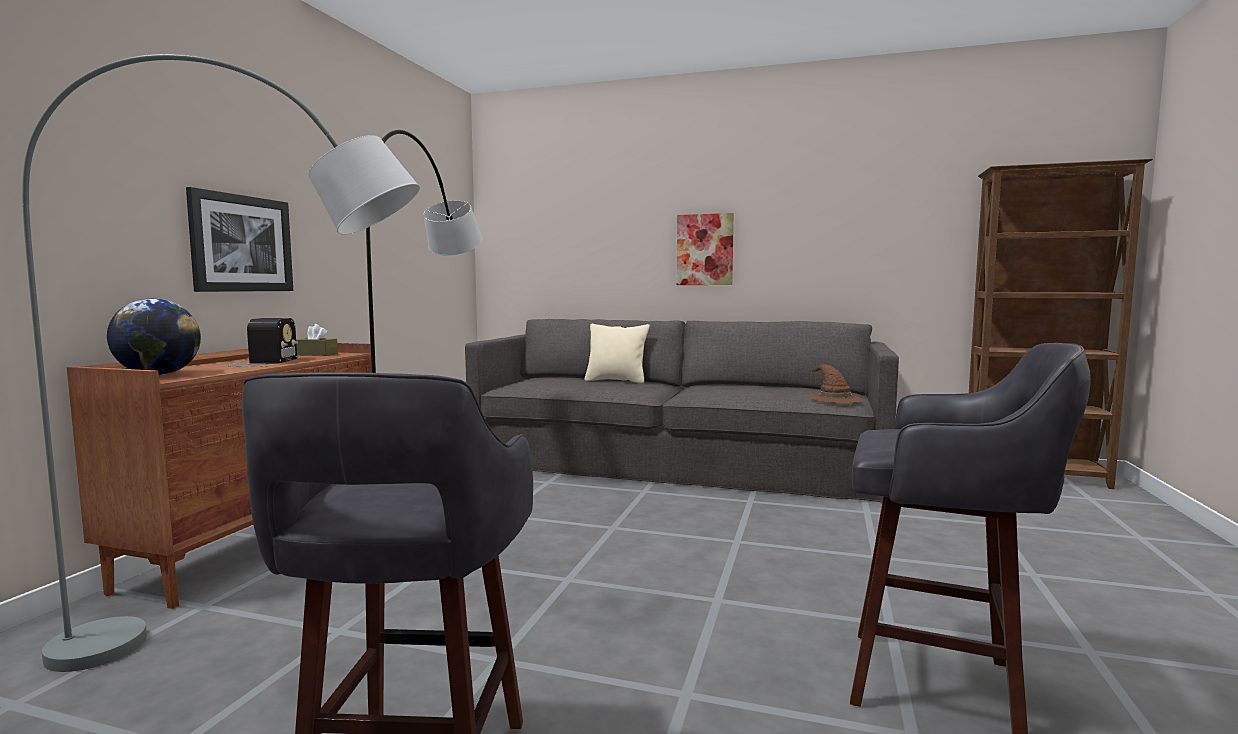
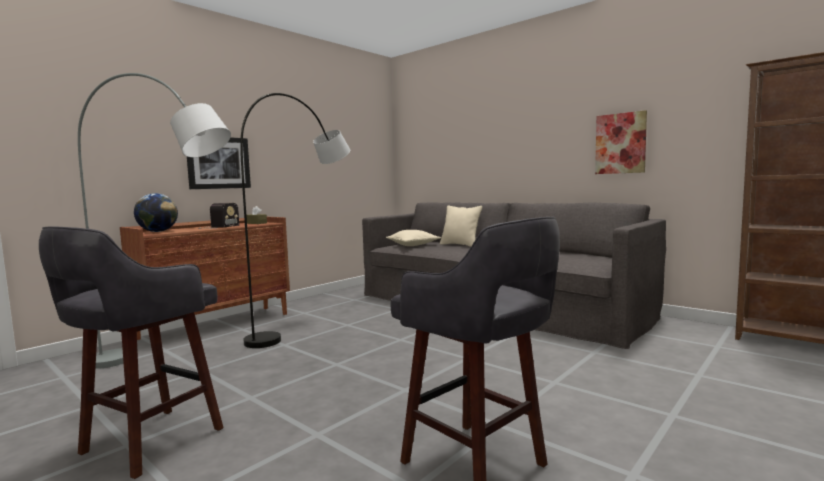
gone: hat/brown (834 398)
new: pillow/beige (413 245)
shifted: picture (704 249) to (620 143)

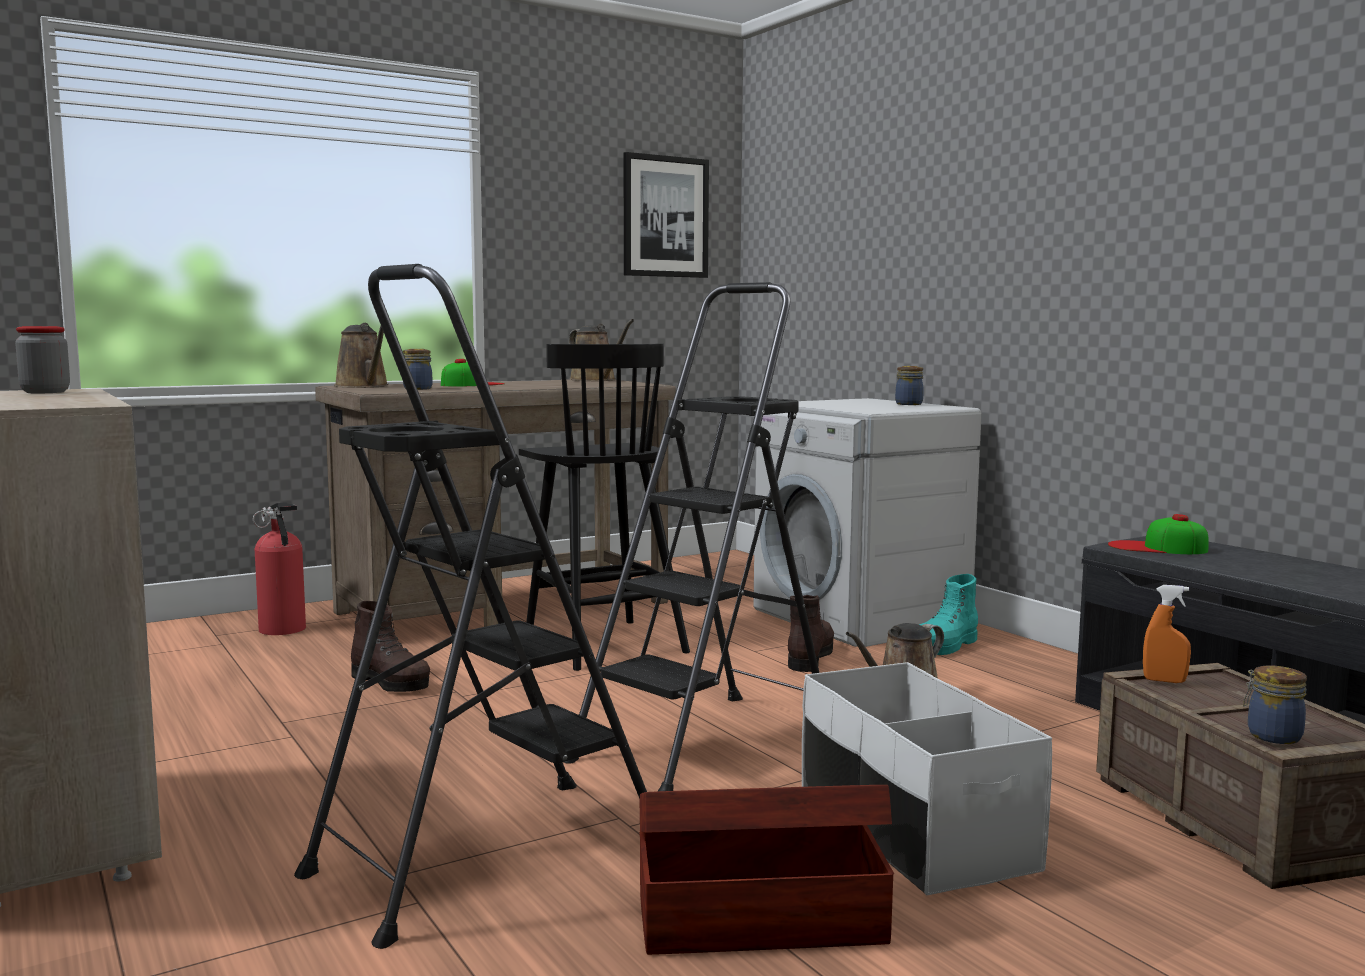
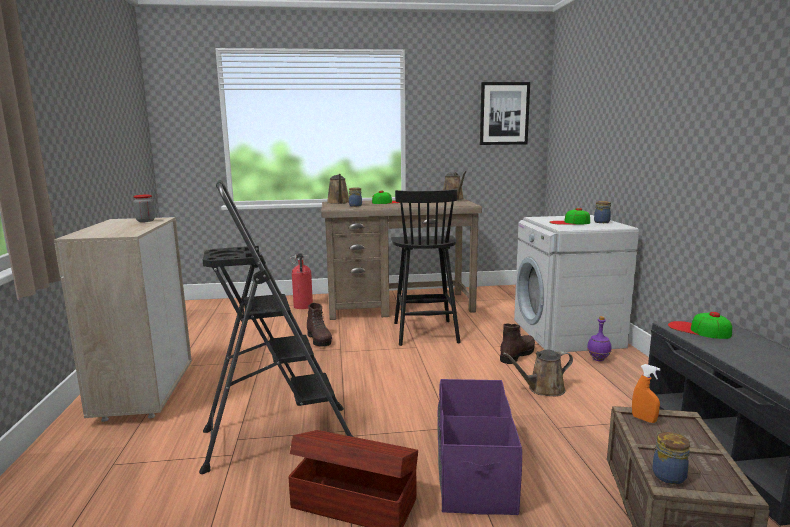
gone: step ladder (707 741)
new: cap (569 222)
swapped: boot/turquoise (945 647) to bottle/purple (598 359)
repainted: storage box/white (912 829) to storage box/purple (473 470)

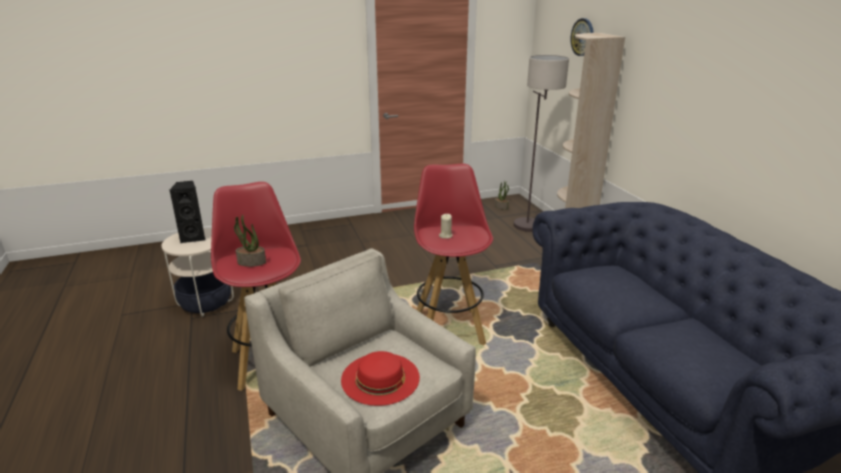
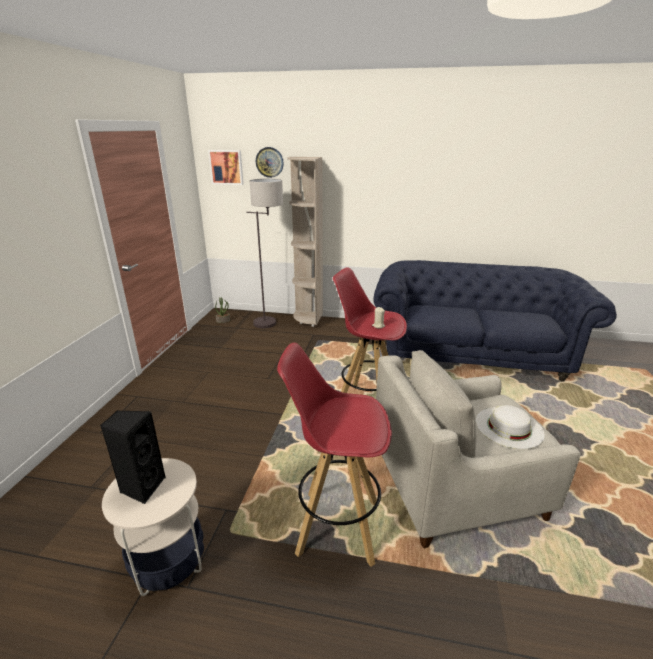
gone: potted plant (251 262)
new: picture (226 167)
repainted: hat/red (380 378) to hat/white (509 427)

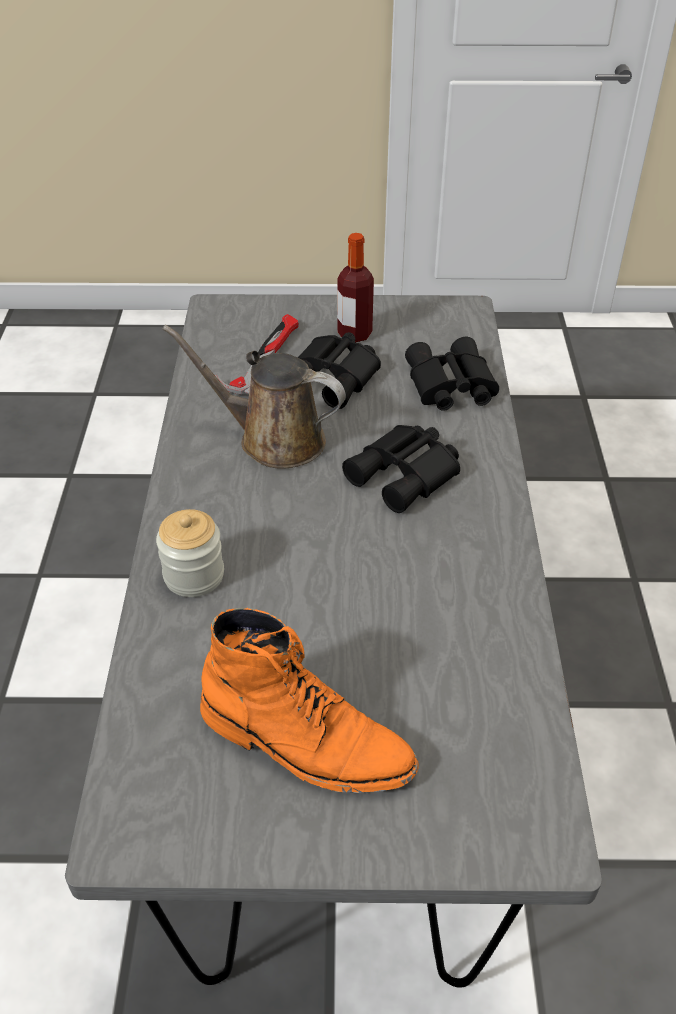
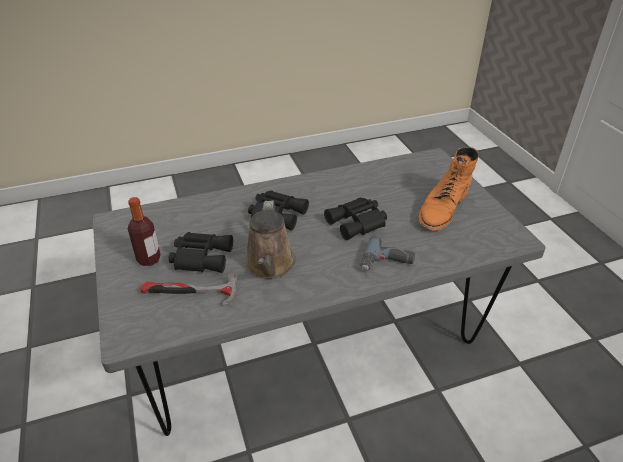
shifted: binoculars/black (449 386) to (358 223)
swapped: jar (194 575) to power drill (387 263)
rotated: boot/orange (306 742) = (443 208) 150 degrees counterclockwise

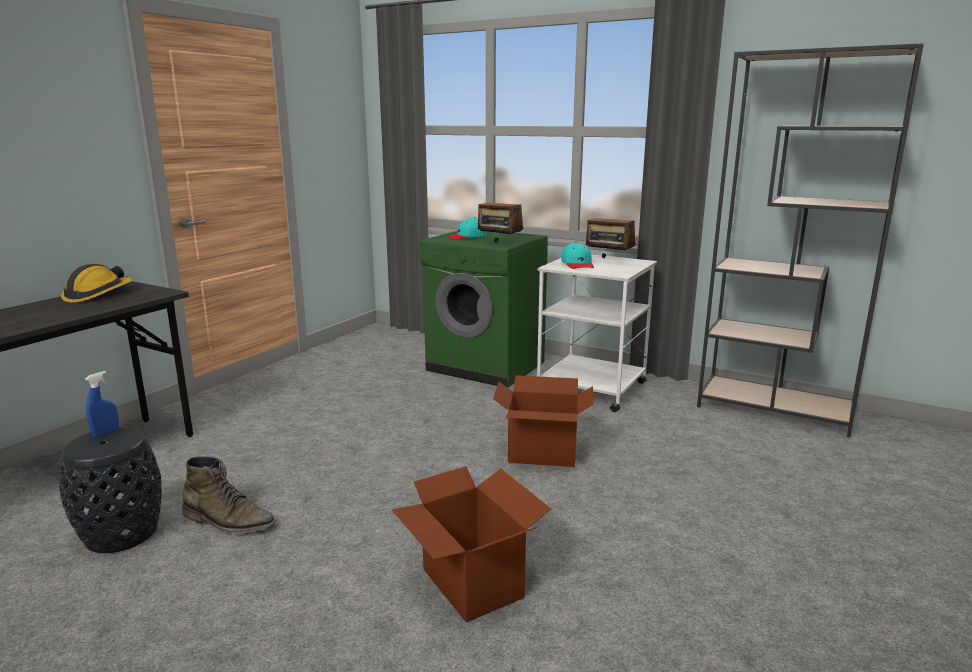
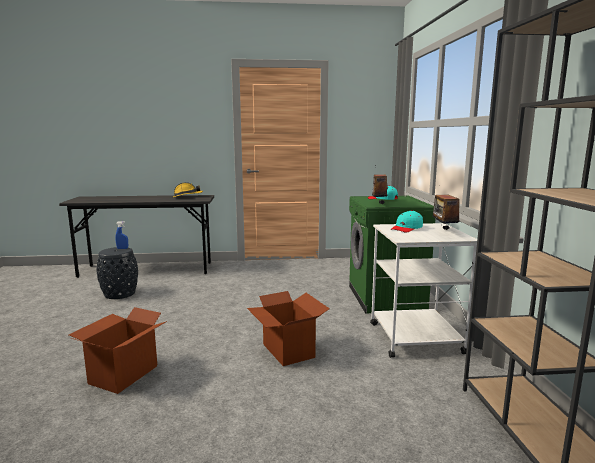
gone: boot/green (228 521)

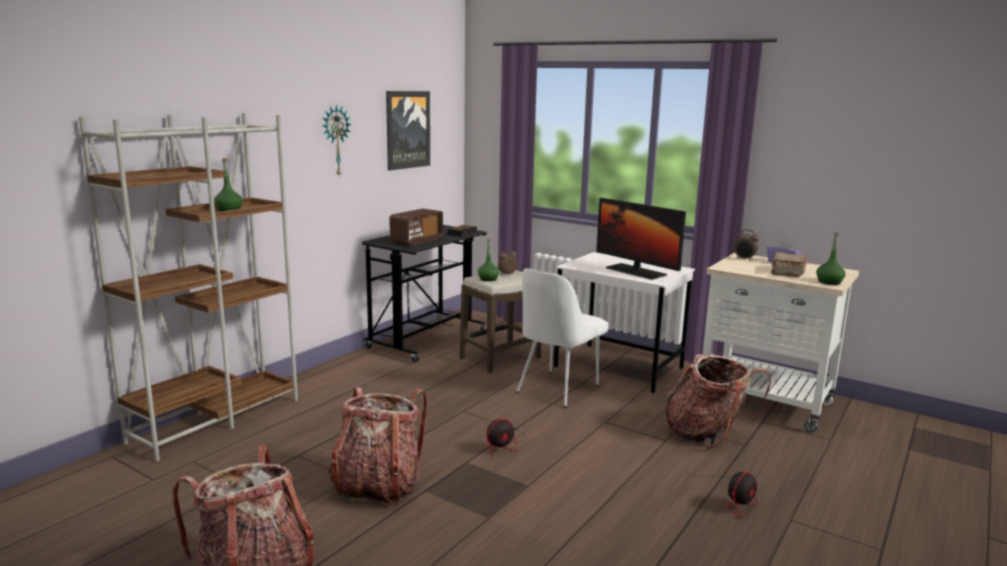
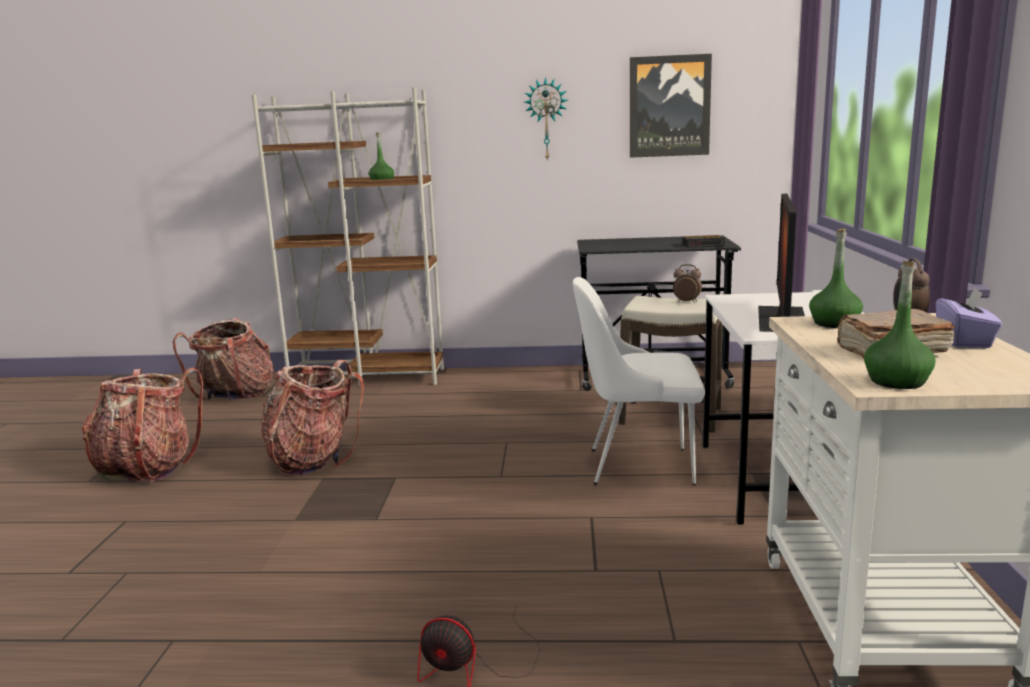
gone: radio (416 241); fan (503 444)
shifted: bottle/green (488 279) to (834 323); backpack (707 434) to (235 396)

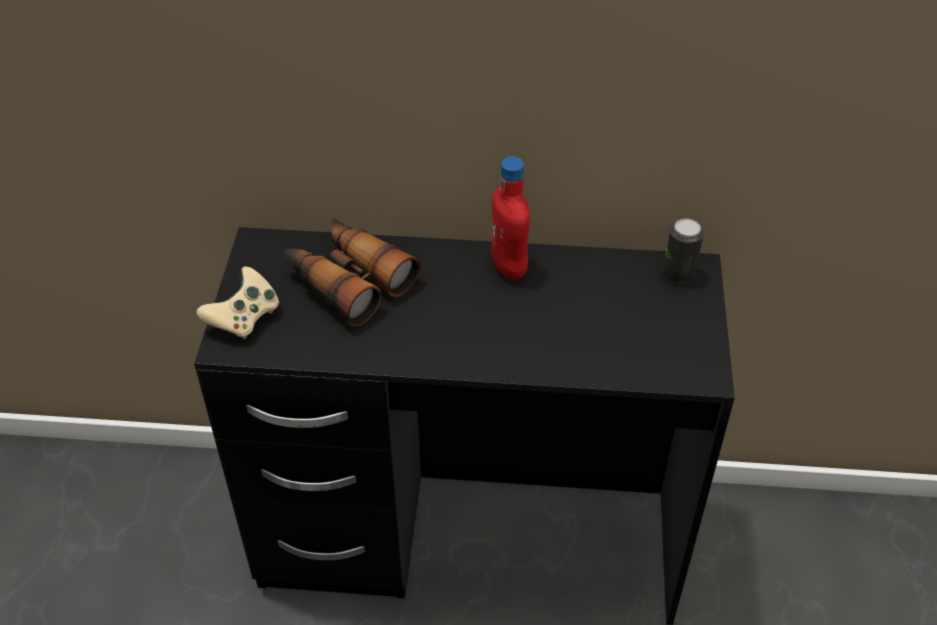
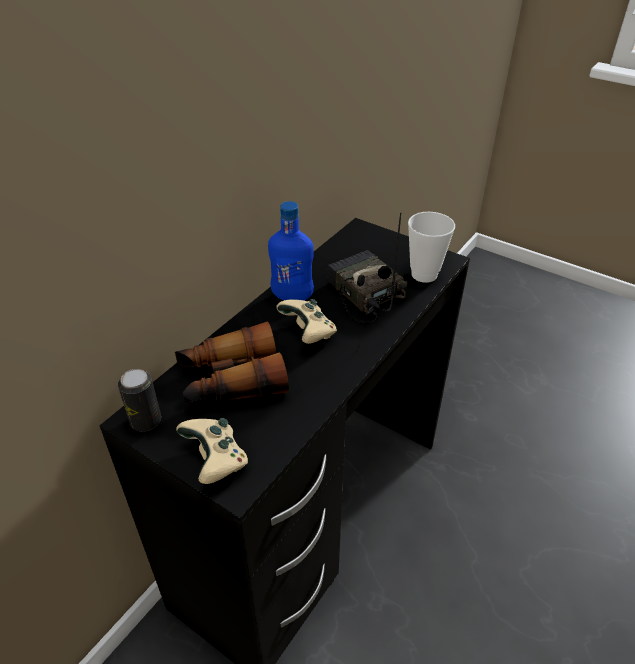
new: game controller/beige (308 333); radio (362 294); cup (424 274)
shifted: can (678 274) to (145 421)
repainted: bottle/red (509 267) to bottle/blue (292 296)

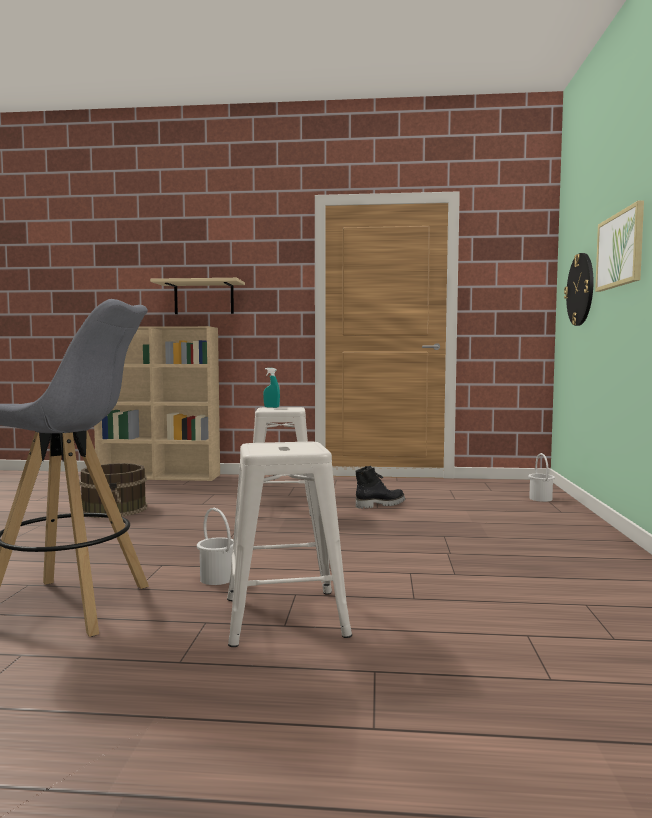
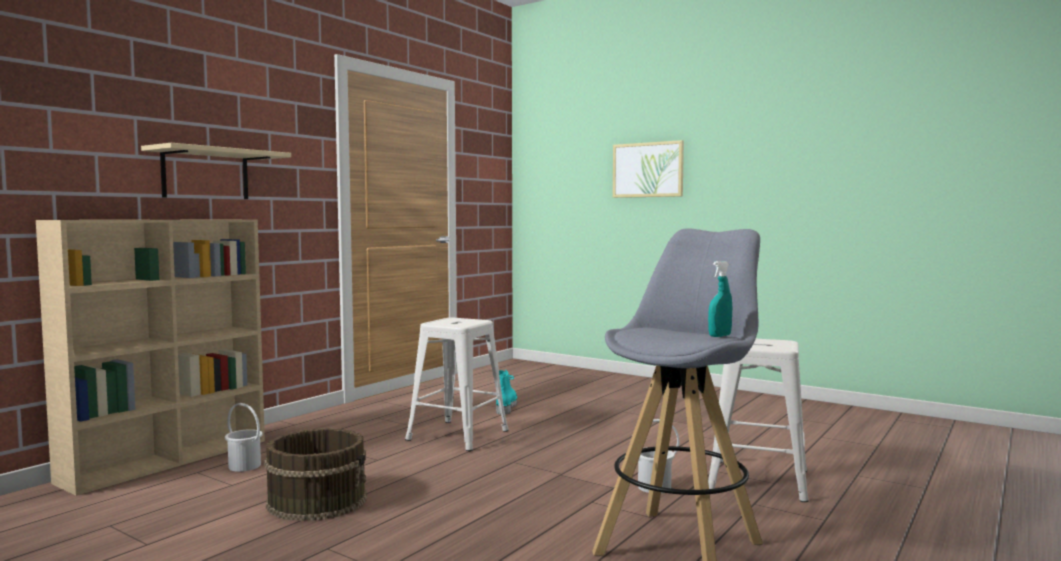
gone: wall clock (580 289)
shifted: spray bottle/turquoise (271 407) to (719 336); bucket/white (540 499) to (244 466)
repainted: boot/black (379 504) to boot/turquoise (505 407)

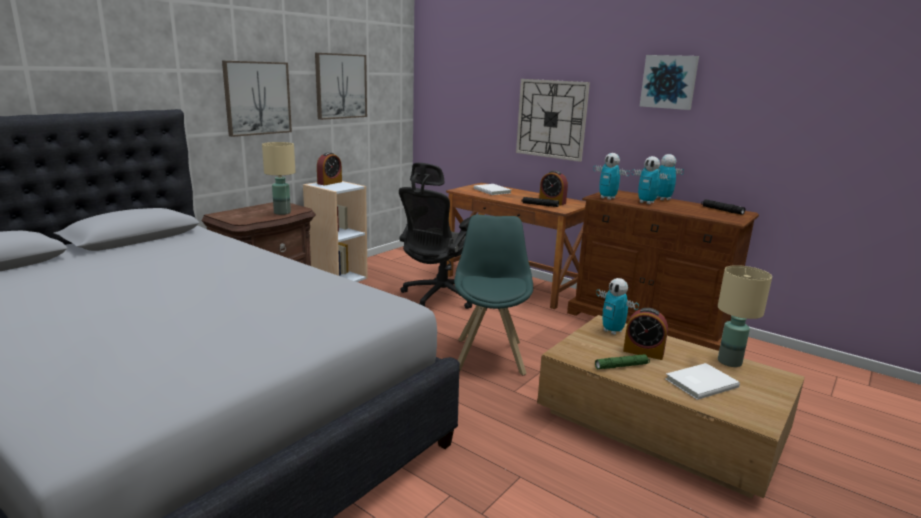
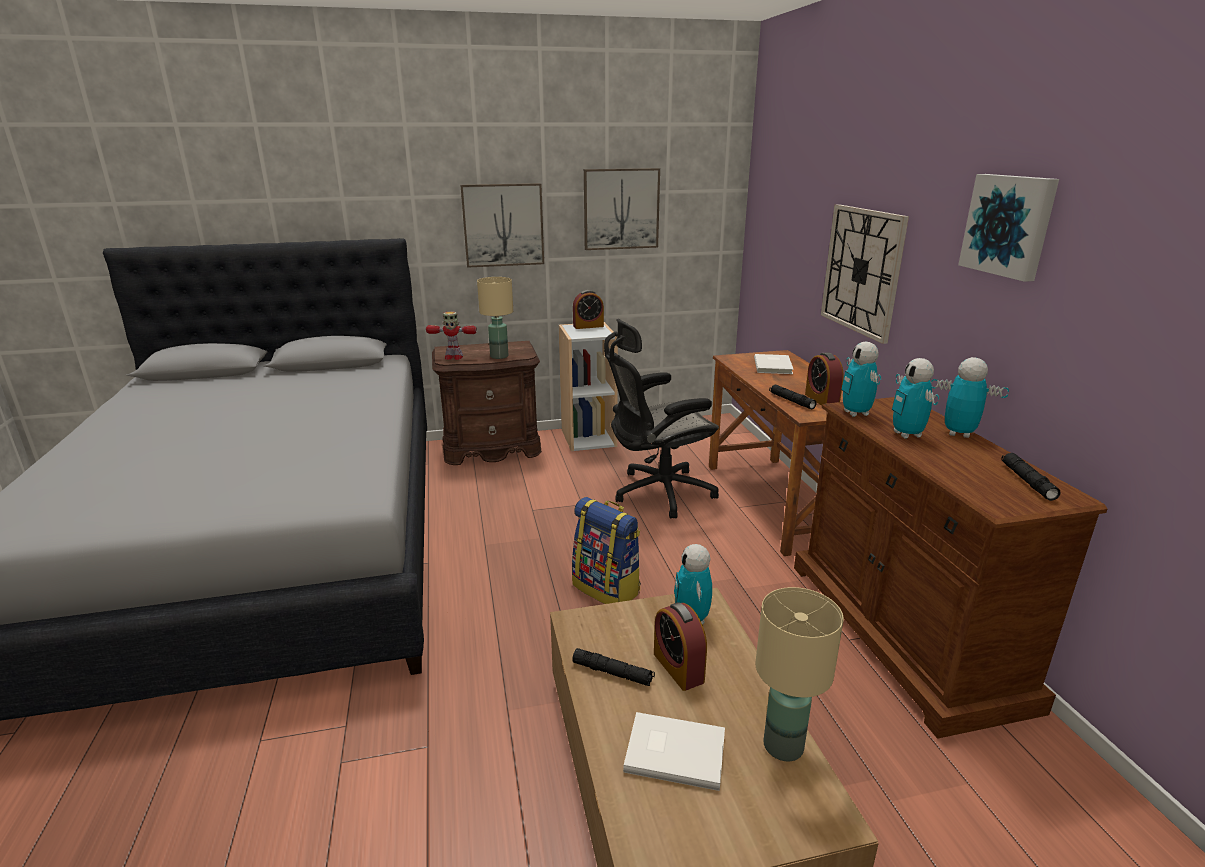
new: toy robot (453 357)
swapped: chair/turquoise (489 356) to backpack (607 588)
repainted: flashlight/green (621 366) to flashlight/black (612 673)

